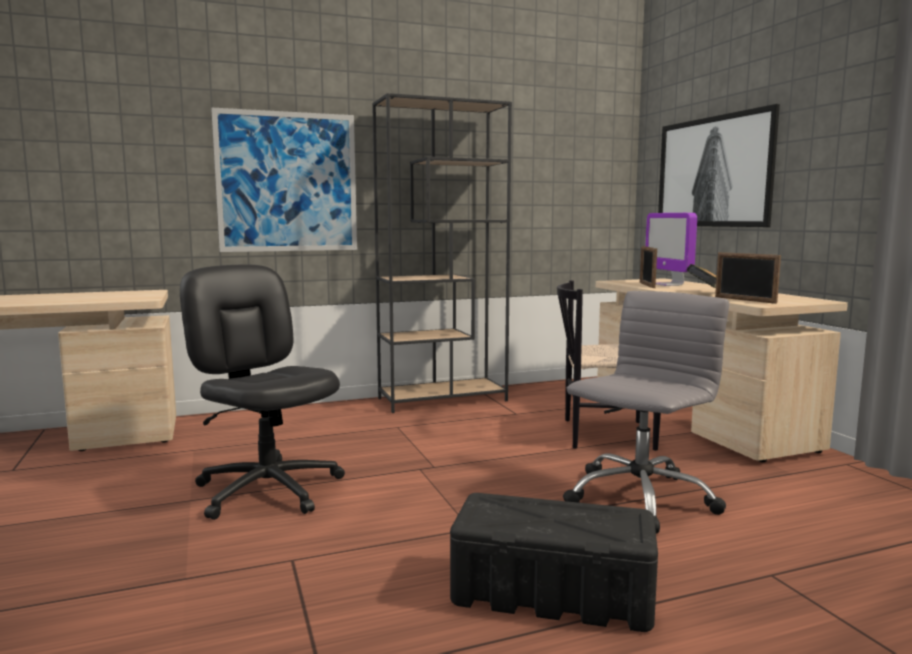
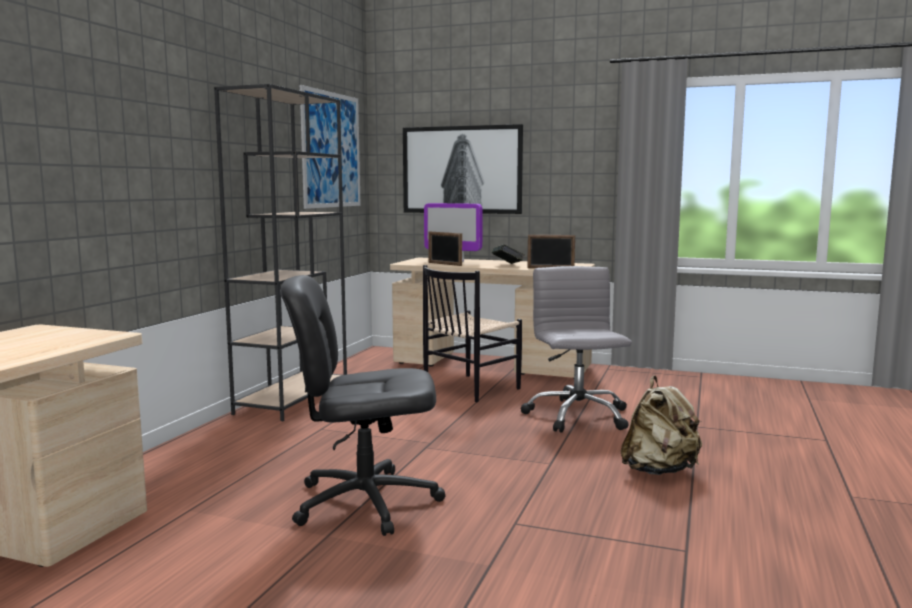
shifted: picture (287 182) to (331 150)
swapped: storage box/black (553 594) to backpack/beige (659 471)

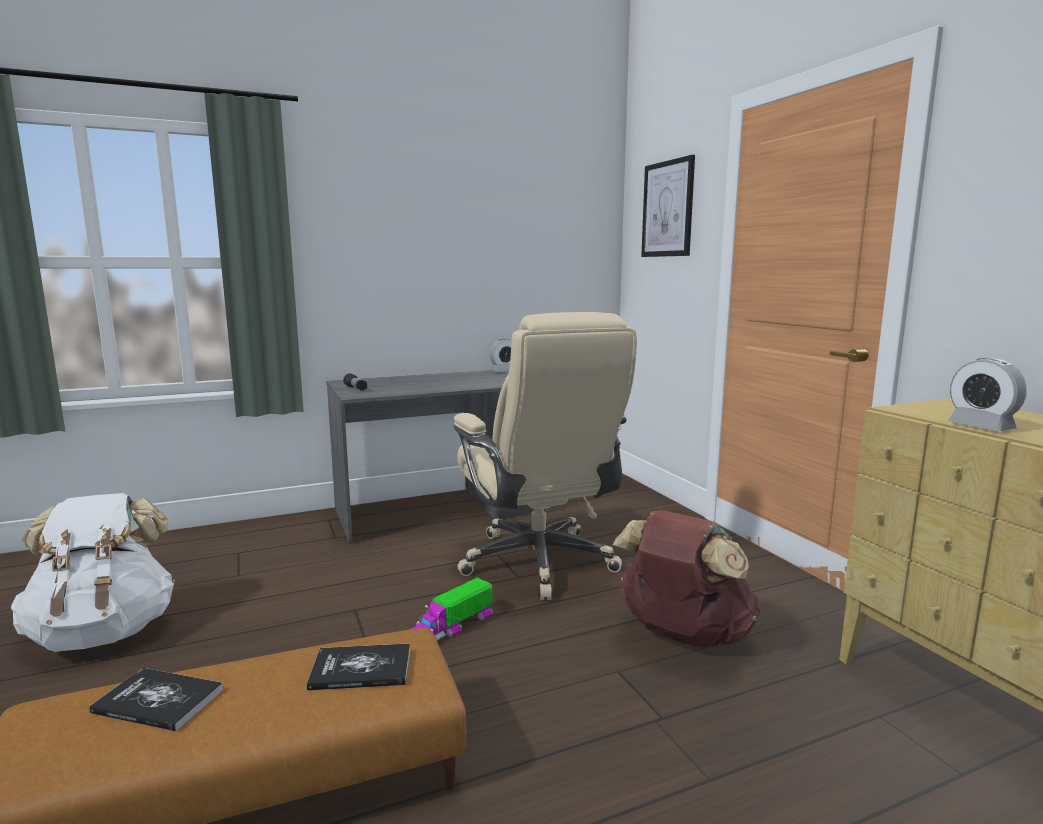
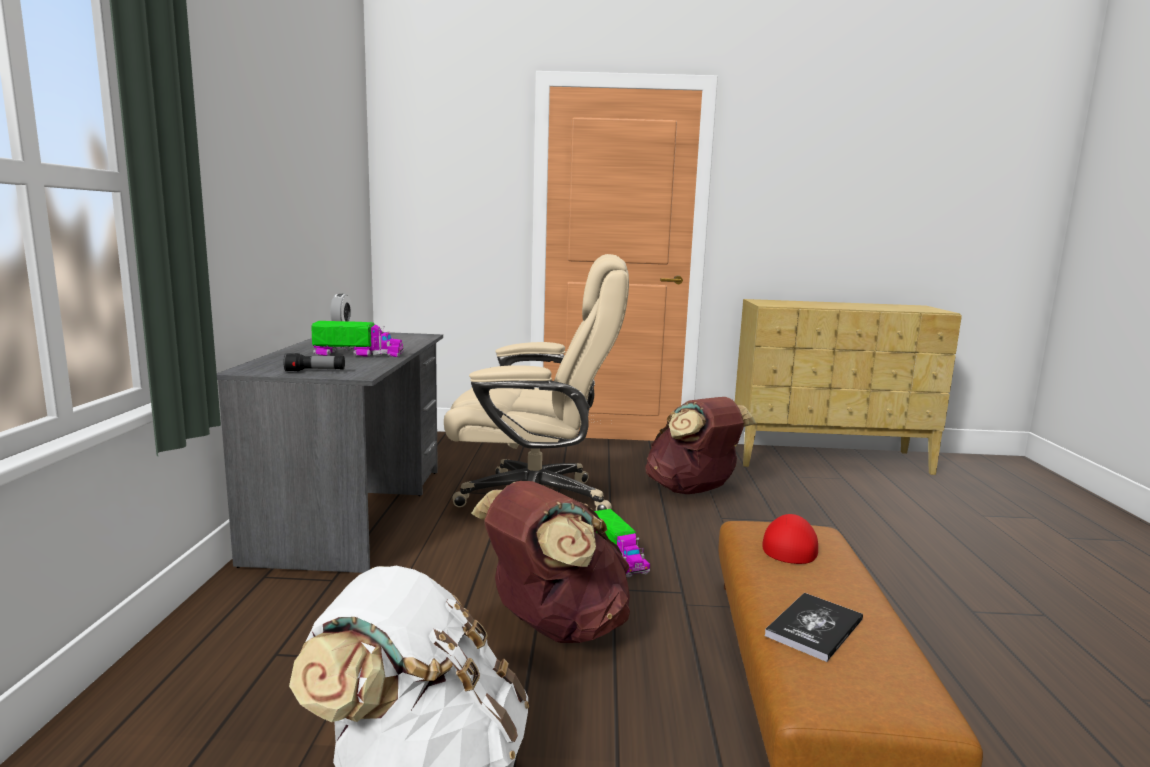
gone: picture (668 209); alarm clock (981 426)
new: toy truck (358 354); backpack/brown (554 627)
swapped: book (361 669) to cap/red (790 546)

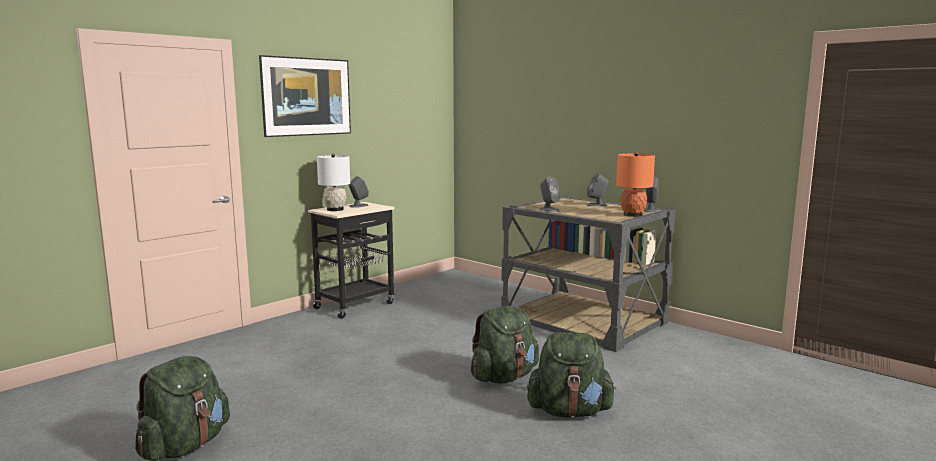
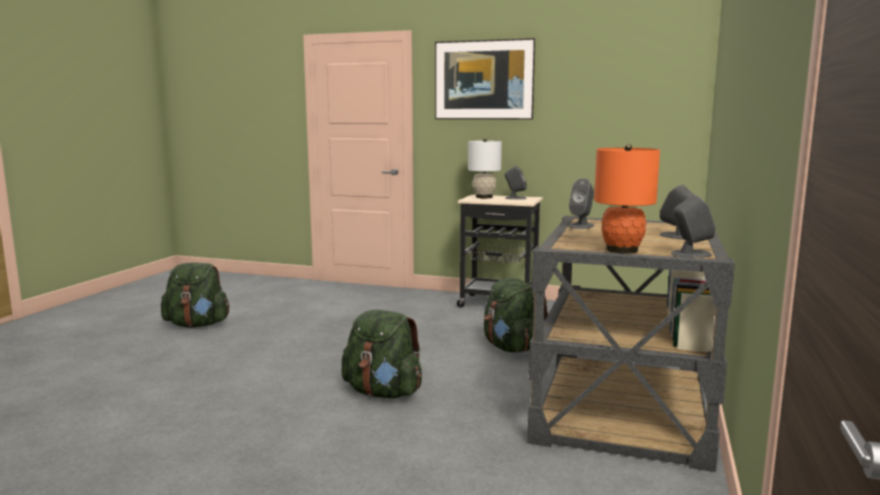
shifted: backpack/green (569 411) to (511 348)

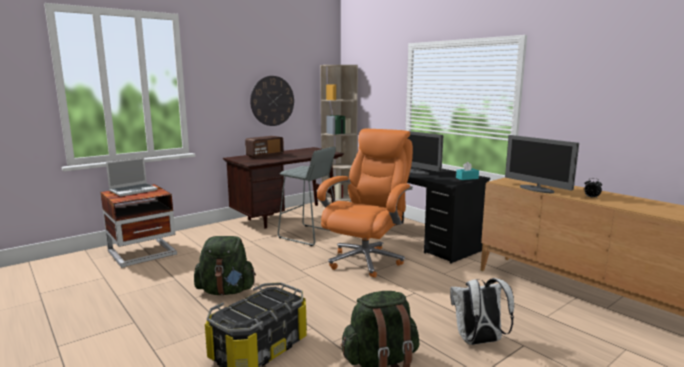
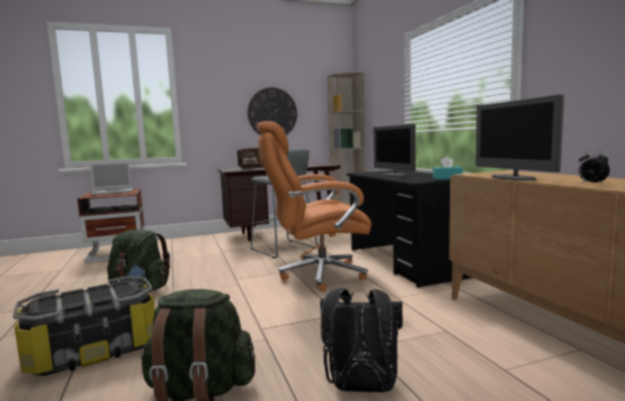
repainted: backpack/white (478 341) to backpack/black (361 388)
rotated: office chair/orange (367 260) = (317 276) 150 degrees counterclockwise

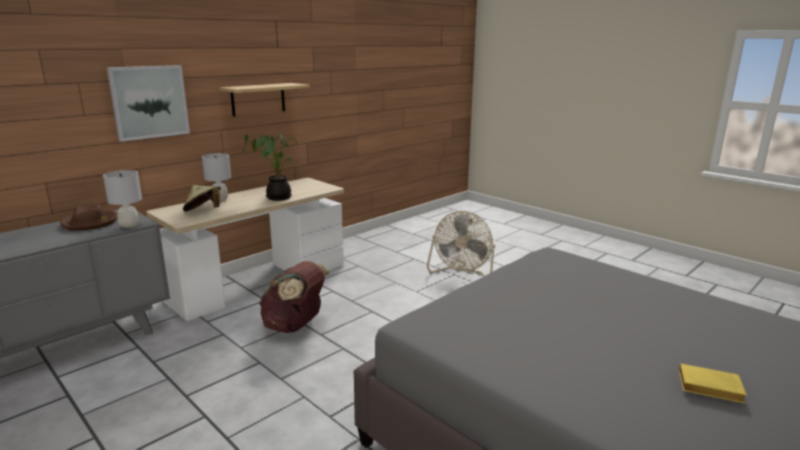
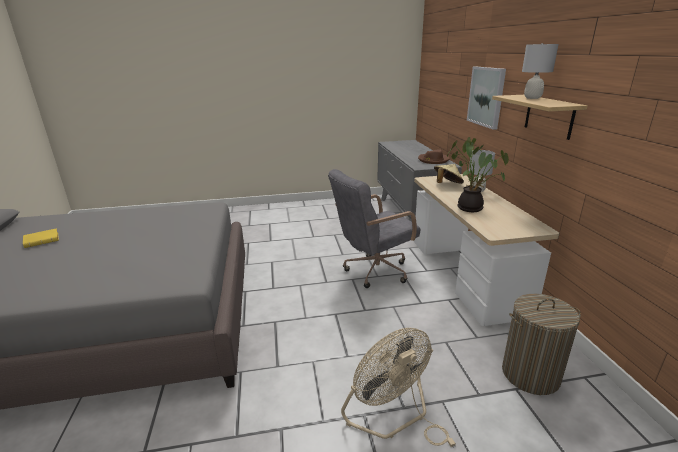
new: laundry basket (530 374)
shifted: table lamp/grey (130 226) to (532 98)
swapped: backpack/brown (295 326) to office chair/grey (374 273)

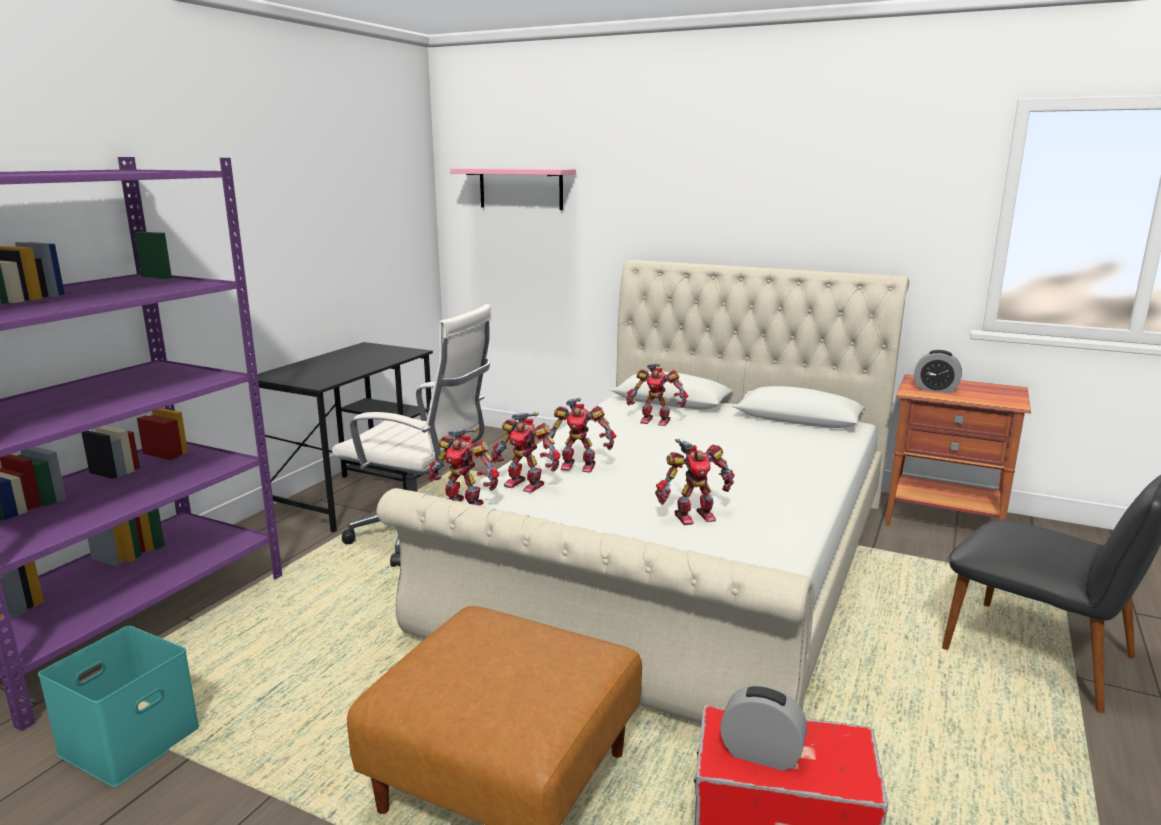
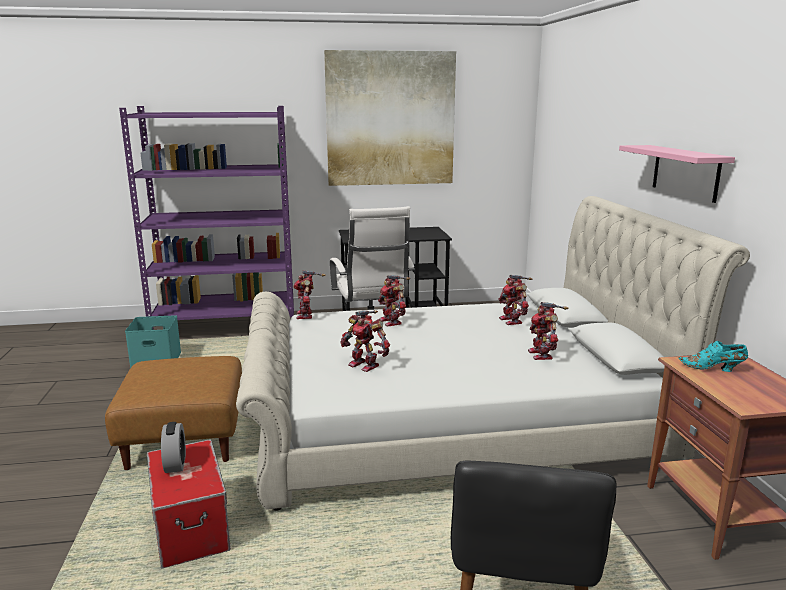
new: picture (390 119)
shifted: shelf/pink (521 188) to (685 172); toy robot (525 484) to (542 354)
swapped: alarm clock (935 389) to shoe/turquoise (713 369)

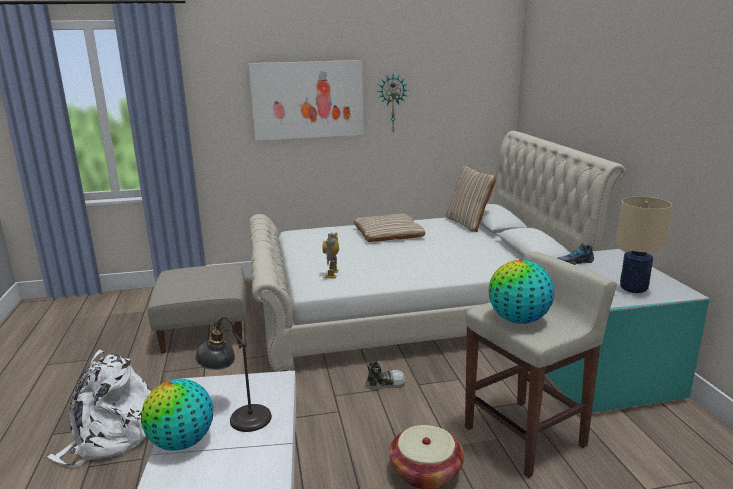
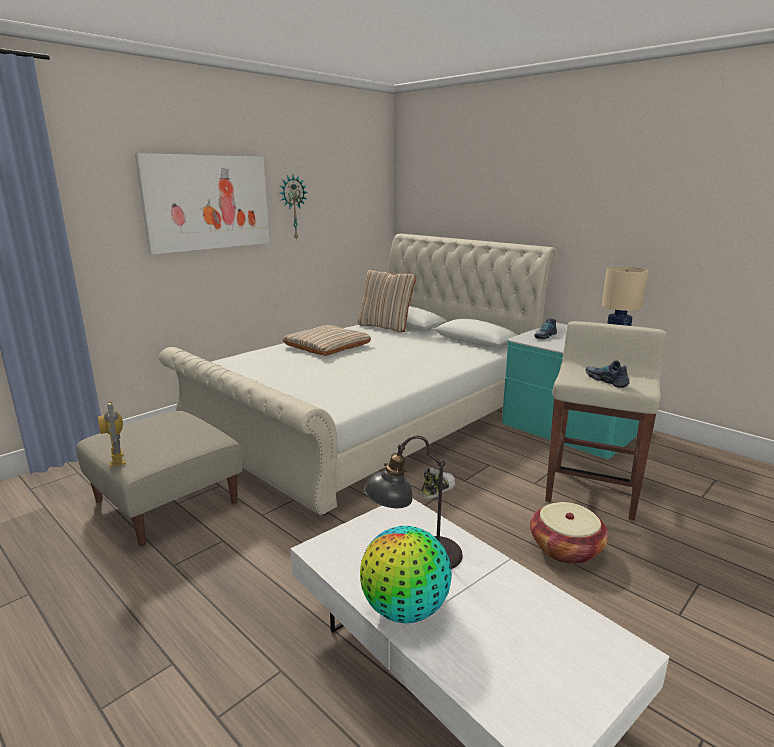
gone: backpack/white (109 437)
shifted: toy robot (332 274) to (117 459)
swapped: globe (518 320) to shoe (606 380)

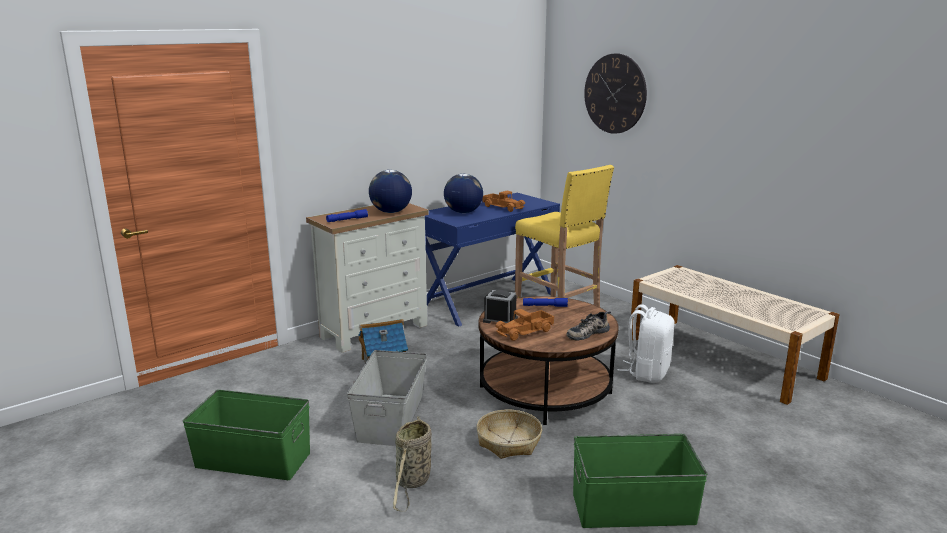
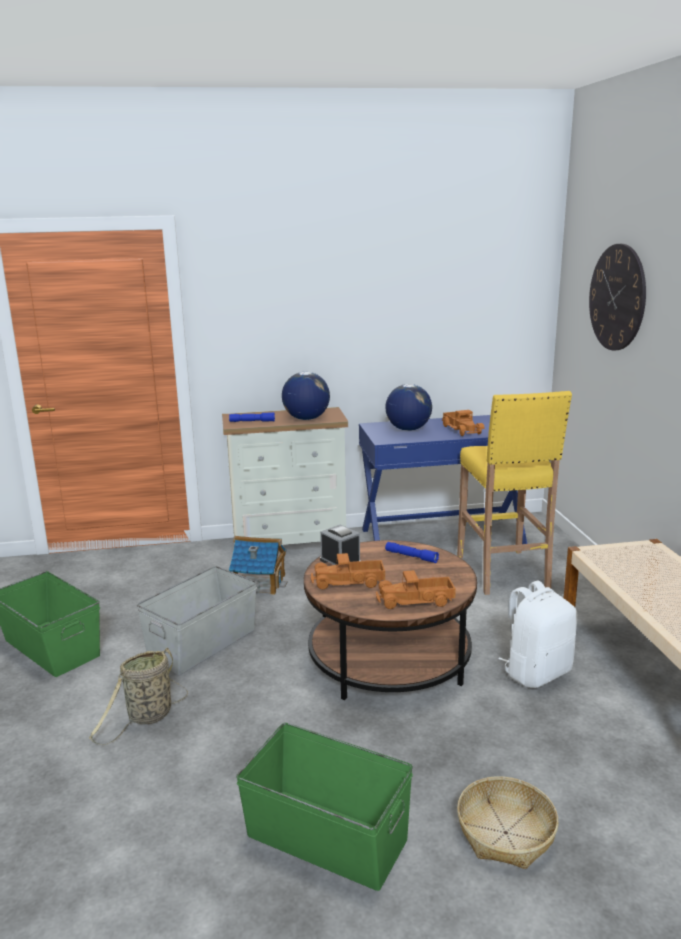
shifted: basket (509 442) to (506 833)
swapped: shoe (587 333) to toy truck (416 601)

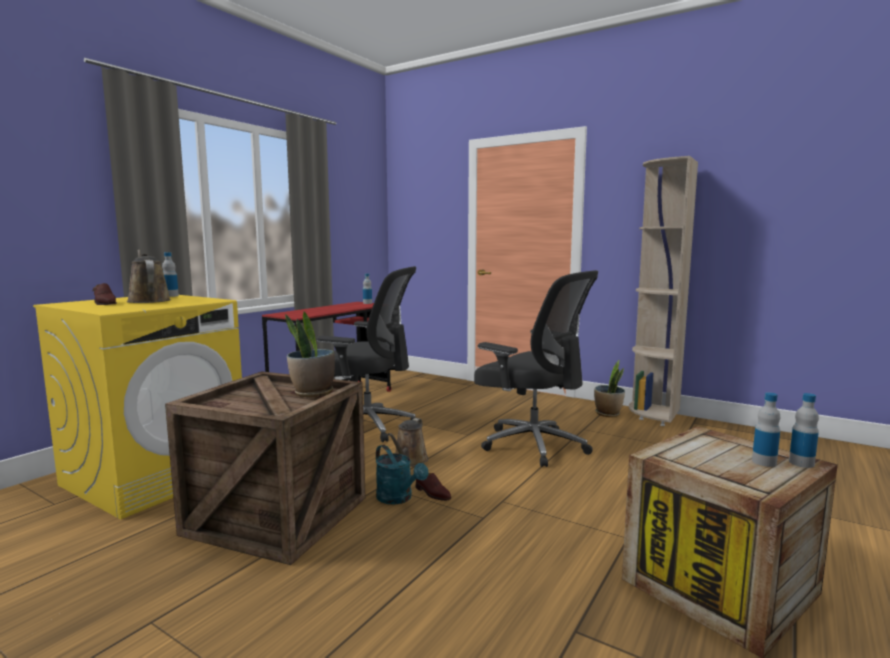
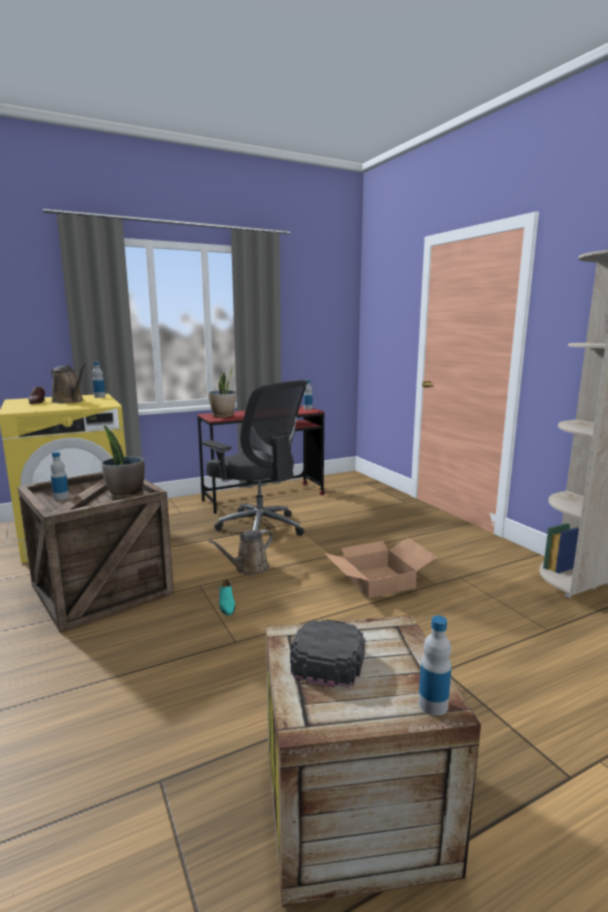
gone: watering can/turquoise (398 498)
new: cap/black (329 654)
shifted: potted plant (608 414) to (223 415); bottle (764 462) to (61 497)
swapped: office chair (532 445) to cardboard box (378 582)
repainted: shoe/brown (432 493) to shoe/turquoise (226 605)
rotated: watering can/brown (148 301) = (69 401) 135 degrees clockwise

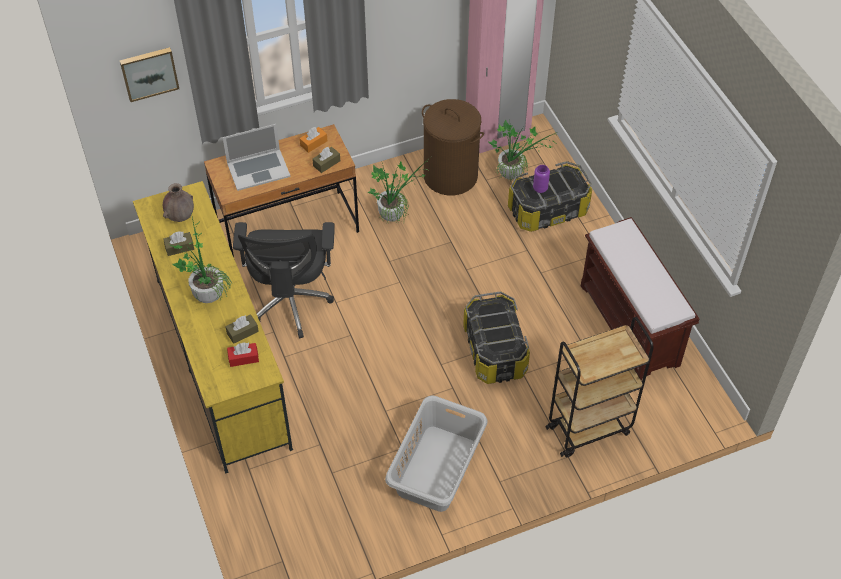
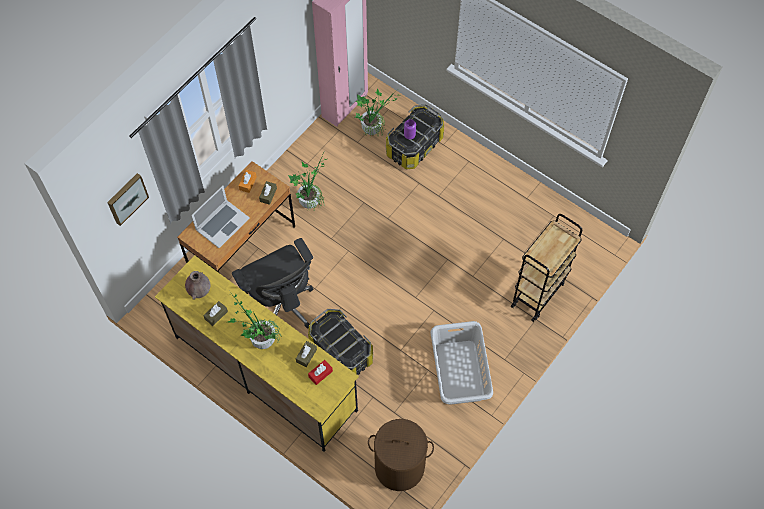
gone: bench/brown (630 325)
shifted: laundry basket/brown (450 176) to (399 466); storage box (495 351) to (341 350)

